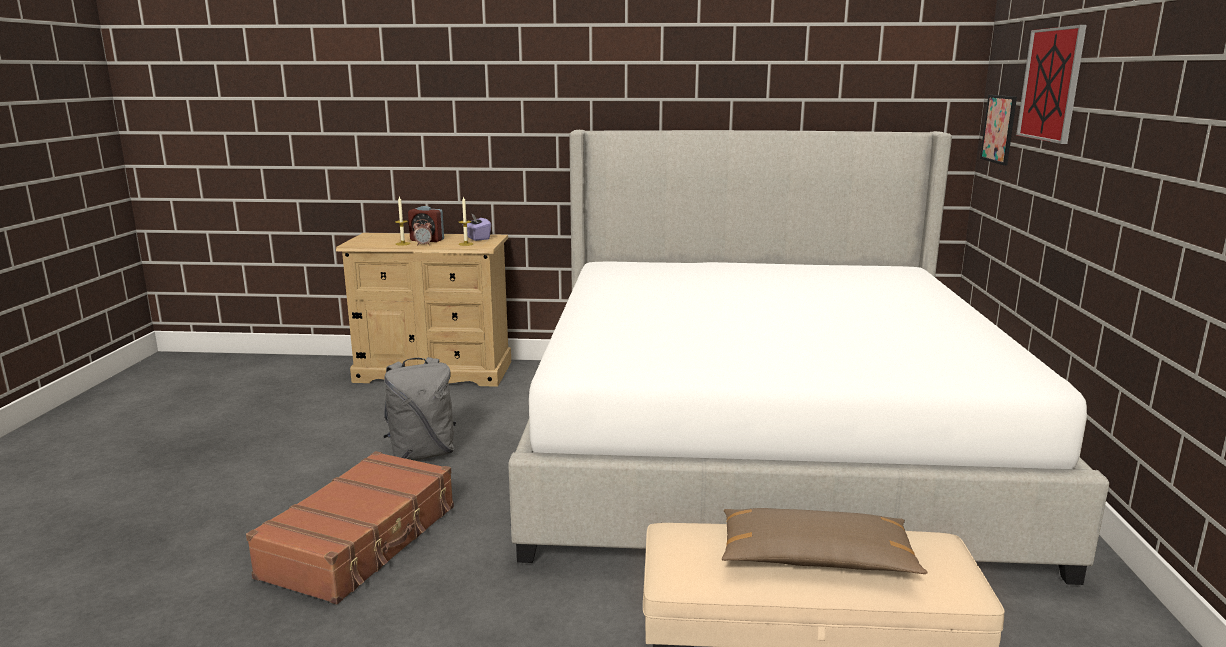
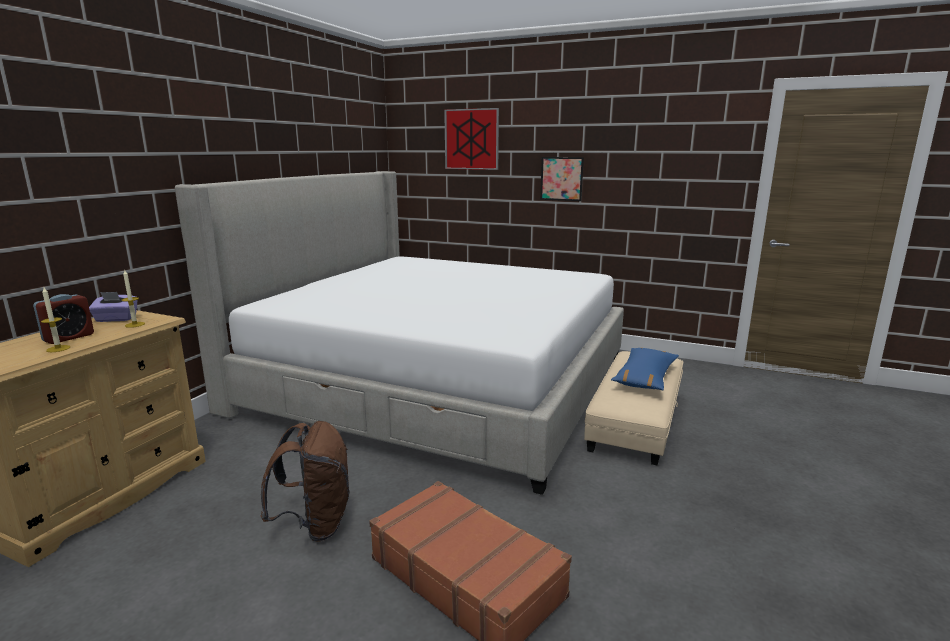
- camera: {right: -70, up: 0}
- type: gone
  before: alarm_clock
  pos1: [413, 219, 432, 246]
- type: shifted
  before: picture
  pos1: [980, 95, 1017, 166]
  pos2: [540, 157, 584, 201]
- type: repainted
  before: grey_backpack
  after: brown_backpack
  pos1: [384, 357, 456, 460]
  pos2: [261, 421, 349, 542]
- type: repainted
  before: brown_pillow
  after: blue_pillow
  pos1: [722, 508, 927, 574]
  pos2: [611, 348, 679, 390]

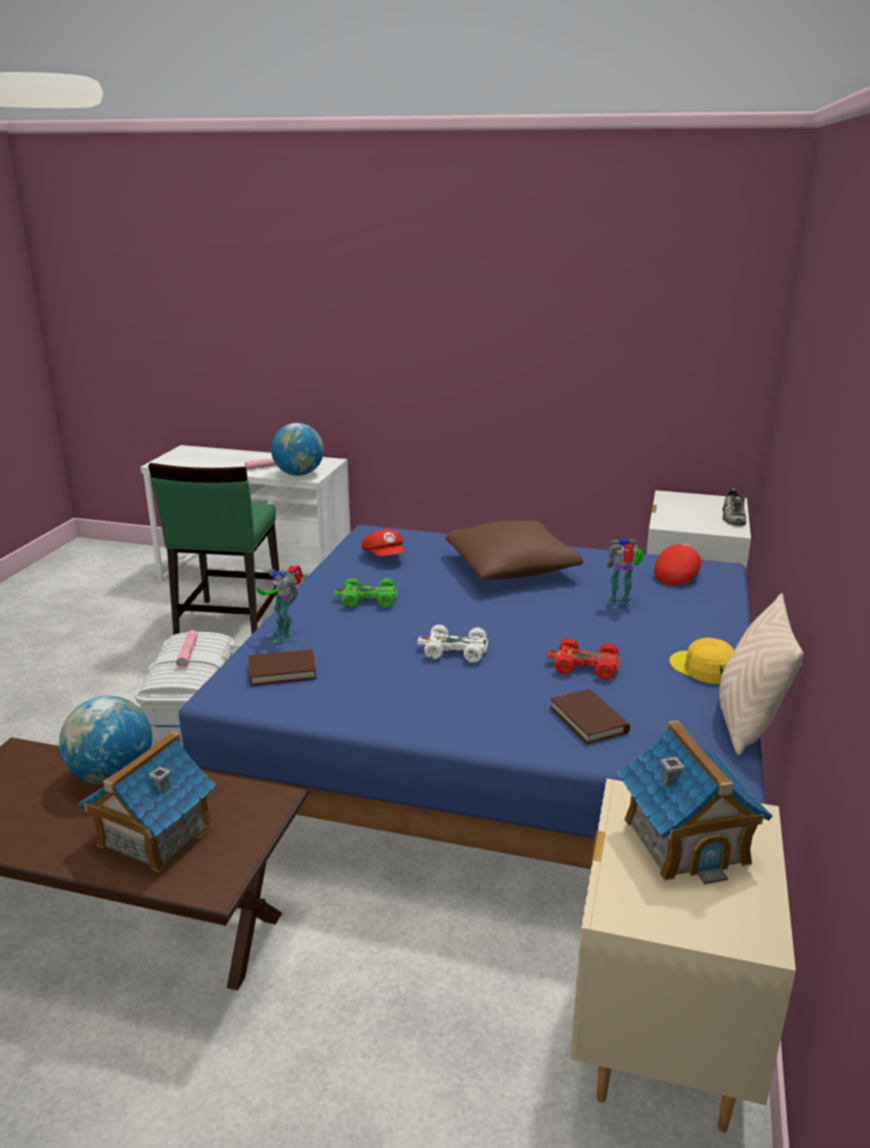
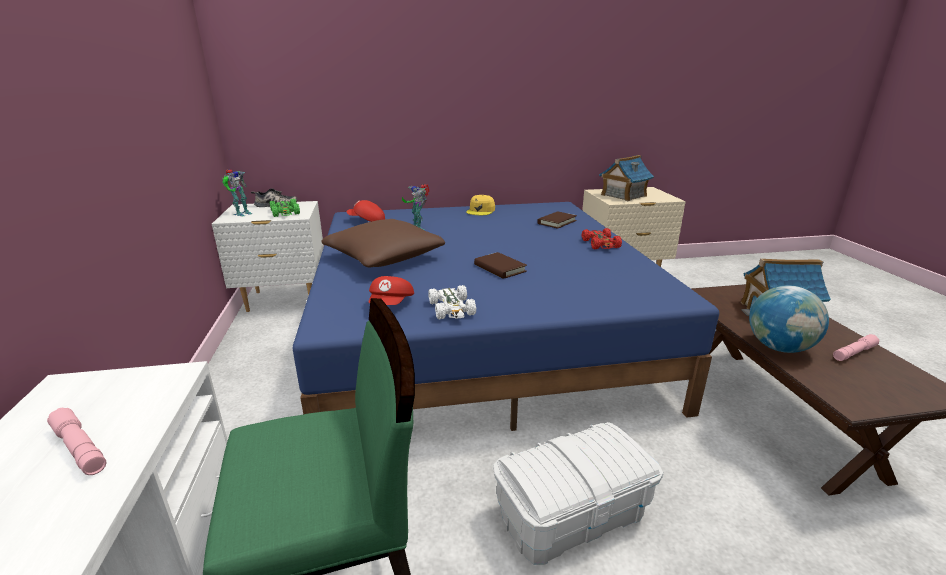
- camera: {right: -115, up: 0}
- type: gone
  before: globe
  pos1: [271, 423, 324, 476]
- type: gone
  before: beige_pillow
  pos1: [719, 593, 804, 755]
- type: shifted
  before: pink_flashlight
  pos1: [176, 630, 198, 668]
  pos2: [833, 334, 880, 361]
- type: shifted
  before: brown_book
  pos1: [248, 649, 317, 686]
  pos2: [474, 252, 527, 279]
- type: shifted
  before: toy_robot
  pos1: [257, 566, 303, 643]
  pos2: [222, 169, 252, 216]
- type: shifted
  before: green_toy_car
  pos1: [334, 578, 397, 608]
  pos2: [270, 199, 300, 217]
- type: shifted
  before: white_toy_car
  pos1: [418, 625, 488, 663]
  pos2: [428, 285, 476, 319]
- type: shifted
  before: red_toy_car
  pos1: [547, 638, 620, 680]
  pos2: [582, 228, 622, 249]
- type: rotated
  before: red_cap
  pos1: [361, 529, 405, 556]
  pos2: [368, 276, 414, 305]
  turn: 150

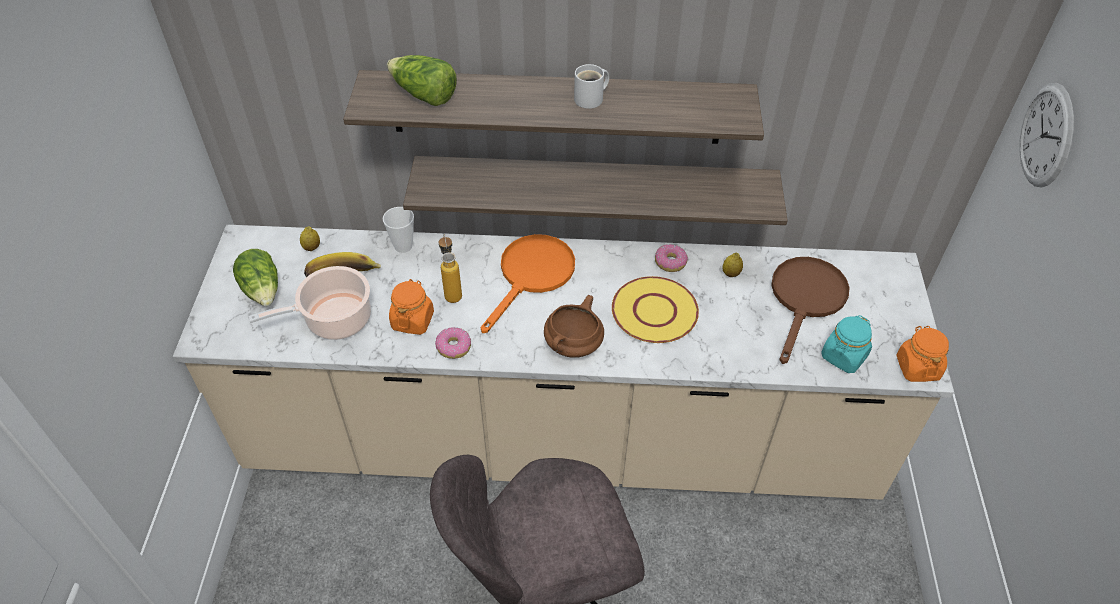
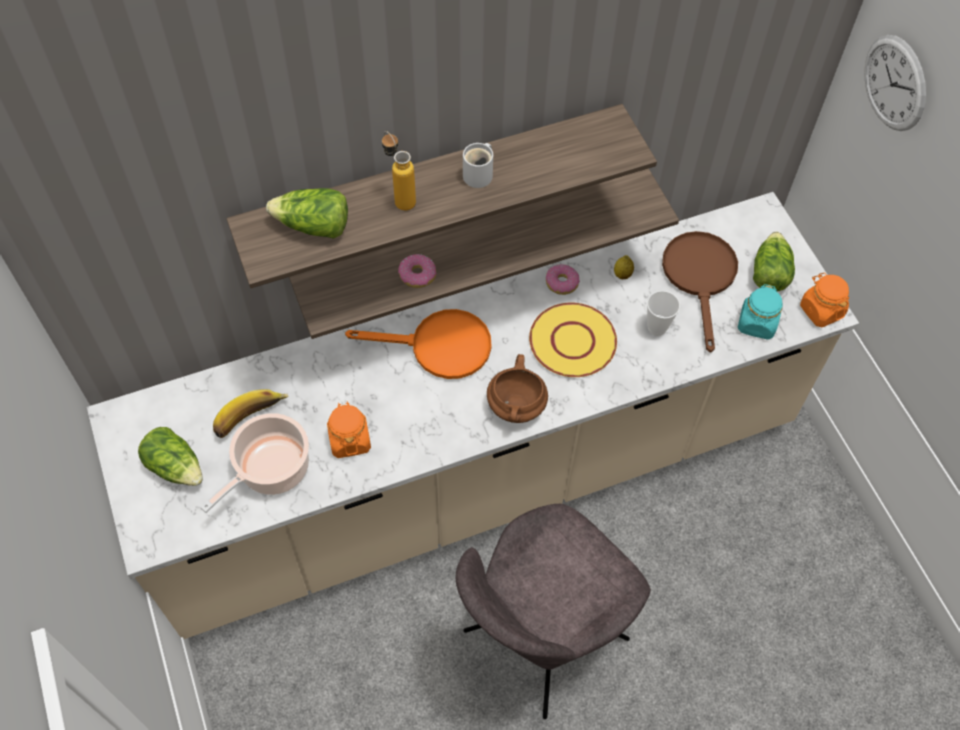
- camera: {right: -25, up: 10}
- type: gone
  before: lemon
  pos1: [300, 226, 320, 251]
- type: new
  after: lettuce
  pos2: [753, 232, 795, 292]
- type: shifted
  before: cup
  pos1: [383, 207, 414, 253]
  pos2: [647, 291, 680, 336]
- type: shifted
  before: donut
  pos1: [435, 327, 471, 359]
  pos2: [398, 254, 437, 288]
- type: shifted
  before: bottle
  pos1: [439, 234, 462, 303]
  pos2: [382, 131, 416, 211]
- type: rotated
  before: orange_frying_pan
  pos1: [481, 234, 575, 333]
  pos2: [345, 309, 491, 379]
  turn: 90

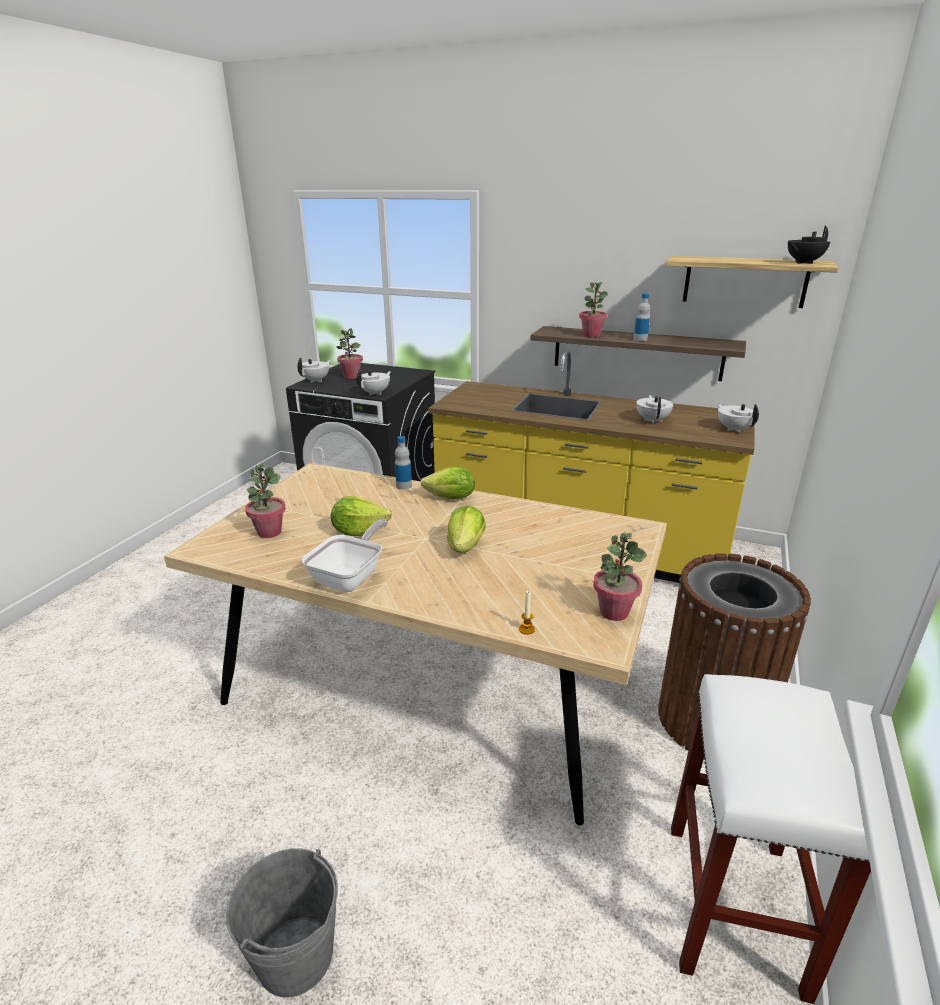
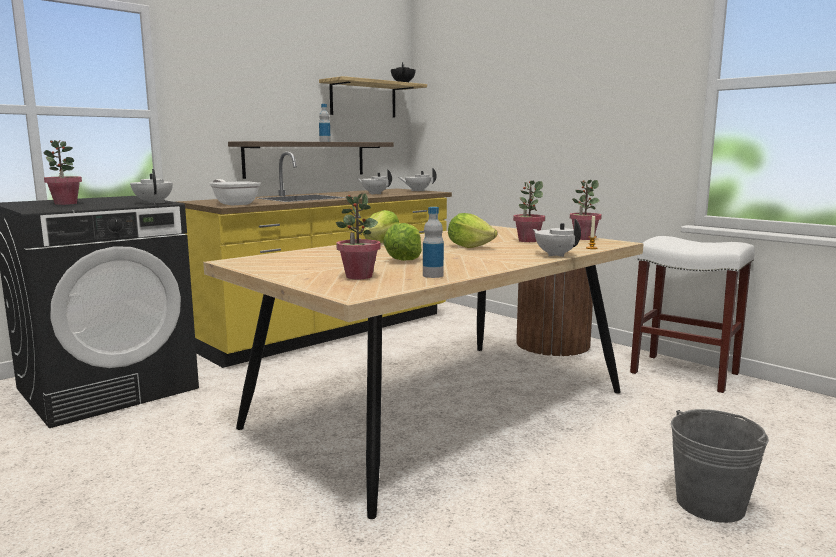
- camera: {right: -65, up: -15}
- type: shifted
  before: white_teapot
  pos1: [297, 358, 331, 383]
  pos2: [533, 219, 581, 257]
- type: shifted
  before: frying_pan
  pos1: [302, 519, 388, 592]
  pos2: [209, 179, 261, 206]
- type: shifted
  before: bottle
  pos1: [395, 436, 412, 490]
  pos2: [423, 207, 444, 278]
- type: shifted
  before: potted_plant
  pos1: [579, 282, 608, 337]
  pos2: [513, 181, 545, 242]

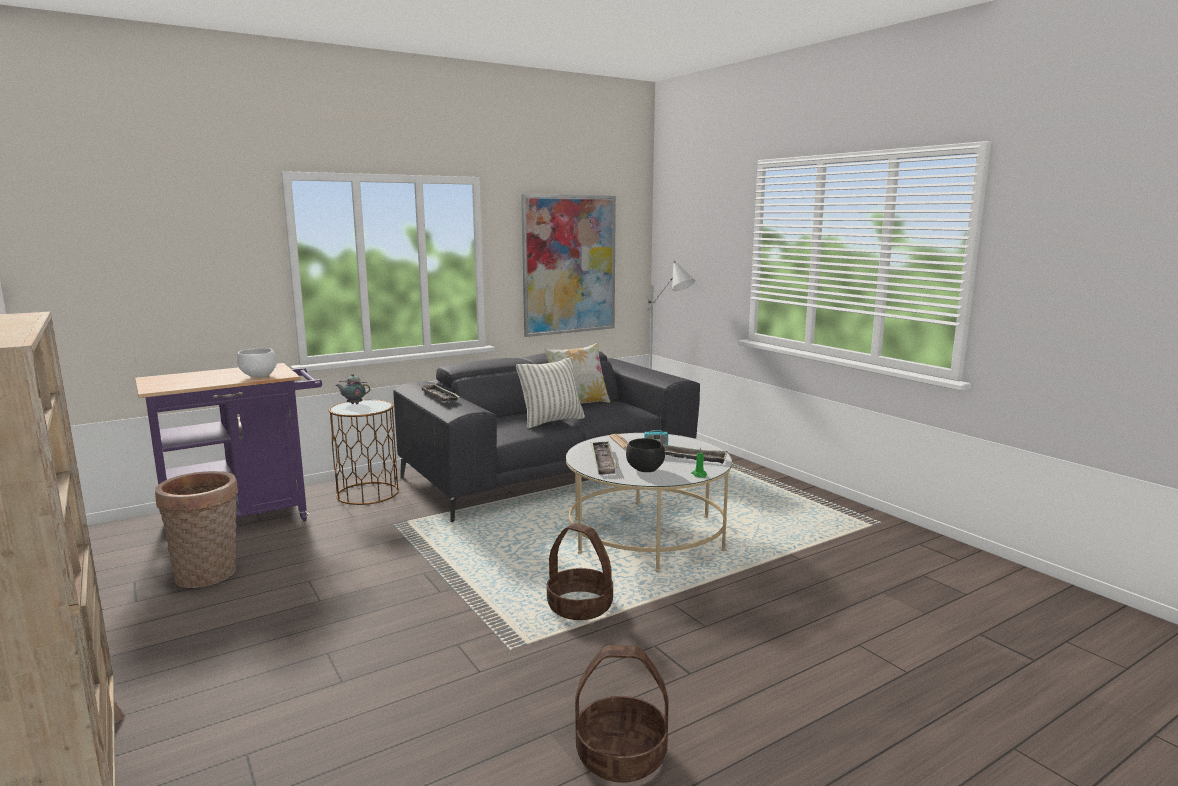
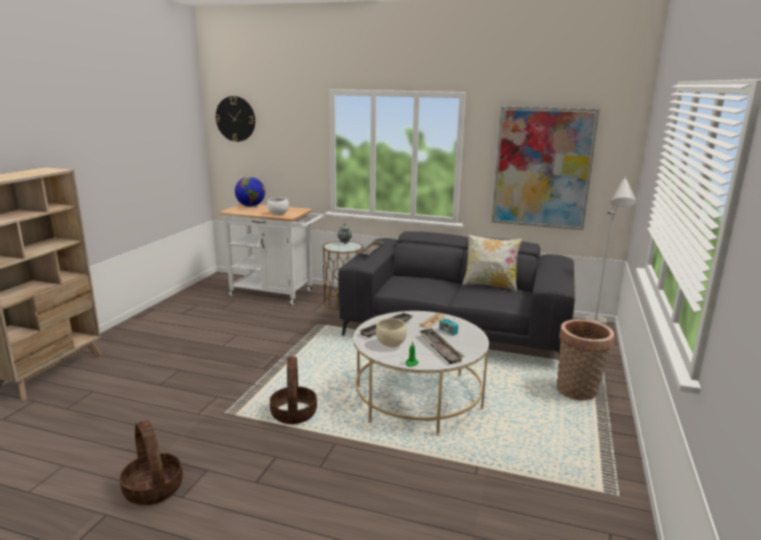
- camera: {right: 50, up: 5}
- type: gone
  before: pillow
  pos1: [516, 357, 585, 429]
- type: new
  after: wall_clock
  pos2: [215, 96, 255, 142]
- type: new
  after: globe
  pos2: [235, 177, 265, 207]
- type: shifted
  before: basket
  pos1: [155, 471, 238, 588]
  pos2: [556, 319, 615, 401]
- type: repainted
  before: purple_cart
  after: white_cart
  pos1: [135, 363, 322, 521]
  pos2: [218, 204, 324, 305]
- type: repainted
  before: black_bowl
  after: beige_bowl
  pos1: [626, 438, 665, 472]
  pos2: [376, 318, 407, 347]

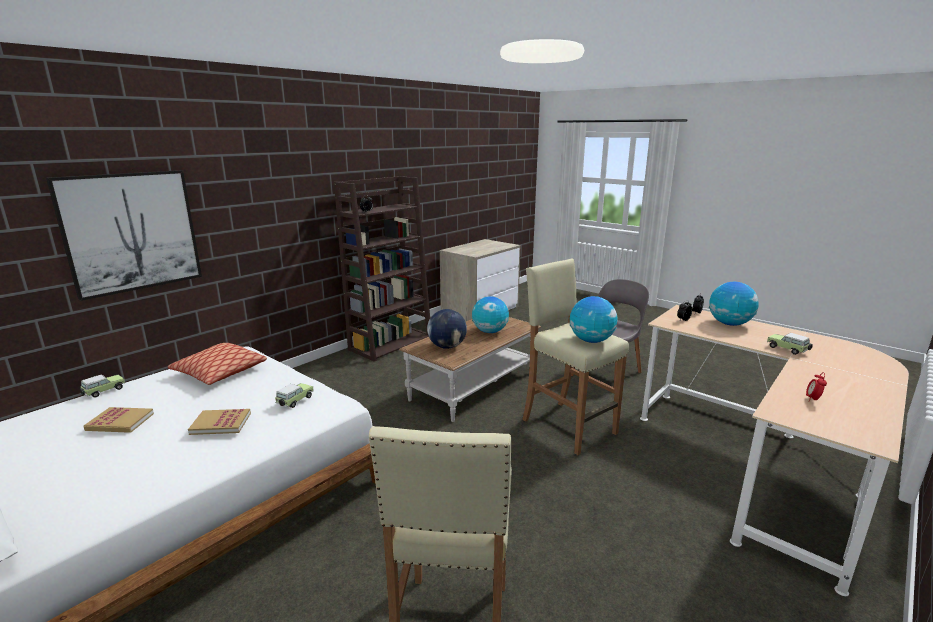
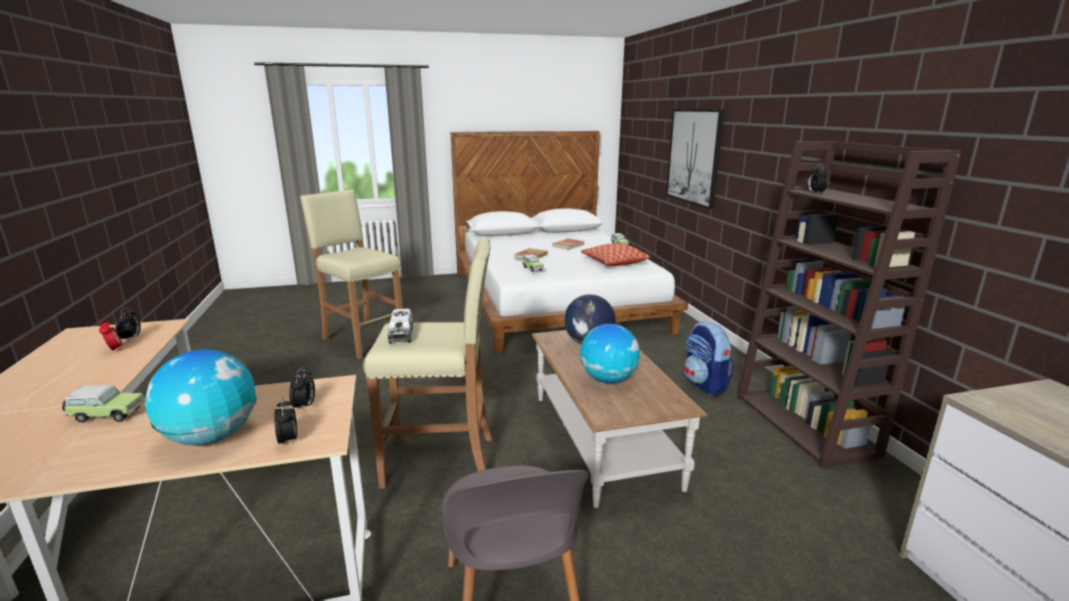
- camera: {right: 125, up: 0}
- type: new
  after: alarm_clock
  pos2: [116, 307, 141, 340]
- type: new
  after: backpack
  pos2: [684, 321, 734, 395]
- type: swapped
  before: globe
  after: toy_truck
  pos1: [570, 296, 617, 343]
  pos2: [388, 309, 413, 344]

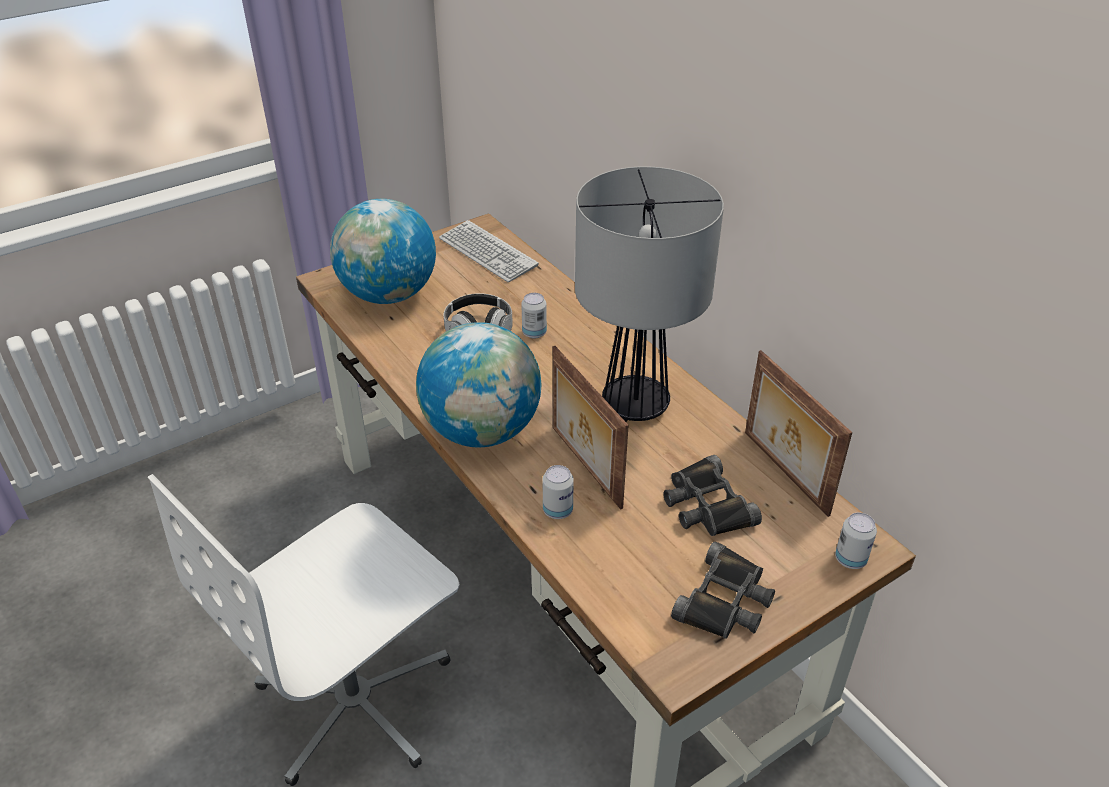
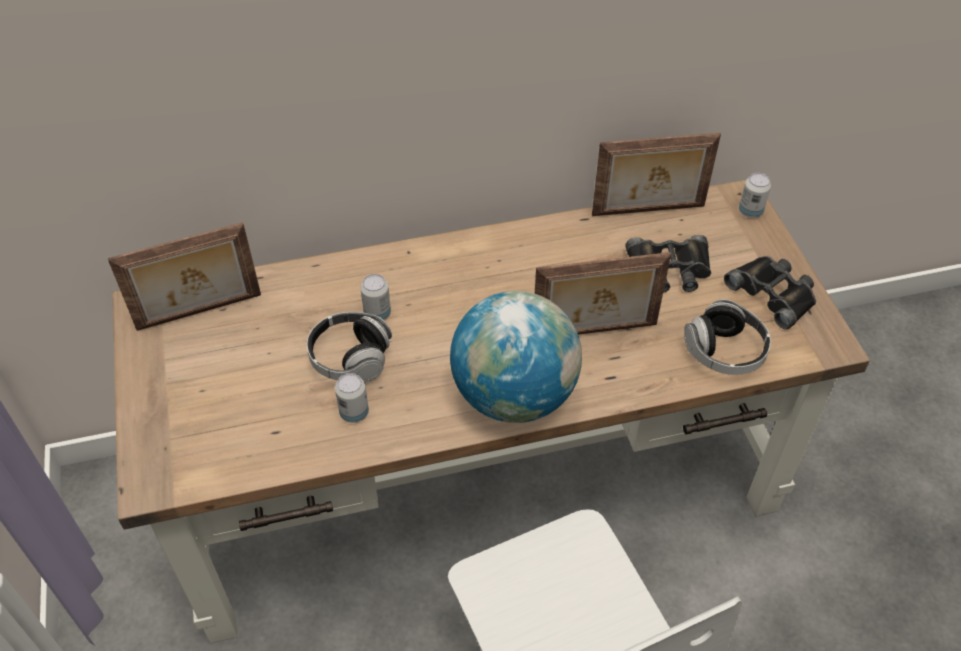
- camera: {right: -70, up: 10}
- type: gone
  before: globe
  pos1: [330, 199, 436, 304]
- type: gone
  before: table_lamp
  pos1: [575, 167, 724, 422]
- type: new
  after: headphones
  pos2: [684, 299, 771, 375]
- type: shifted
  before: can
  pos1: [543, 465, 574, 519]
  pos2: [335, 373, 369, 423]
- type: swapped
  before: keyboard
  after: picture_frame
  pos1: [439, 220, 539, 282]
  pos2: [108, 222, 261, 331]

